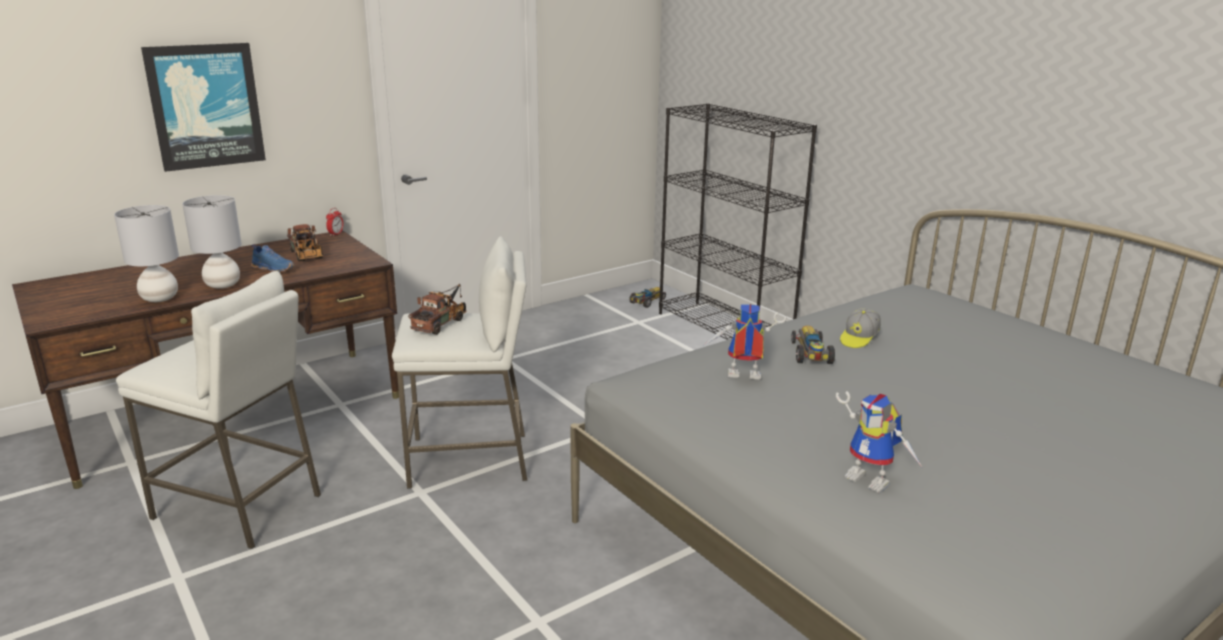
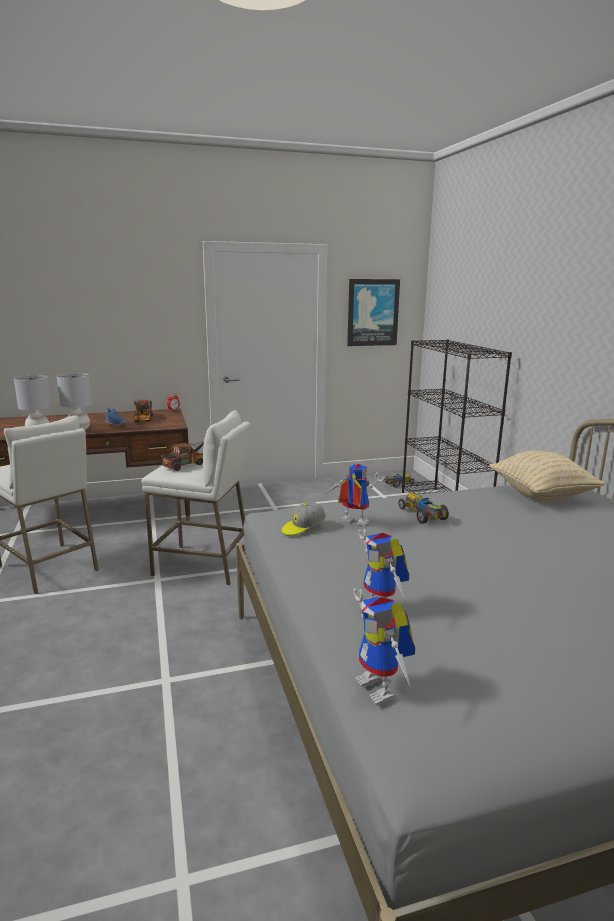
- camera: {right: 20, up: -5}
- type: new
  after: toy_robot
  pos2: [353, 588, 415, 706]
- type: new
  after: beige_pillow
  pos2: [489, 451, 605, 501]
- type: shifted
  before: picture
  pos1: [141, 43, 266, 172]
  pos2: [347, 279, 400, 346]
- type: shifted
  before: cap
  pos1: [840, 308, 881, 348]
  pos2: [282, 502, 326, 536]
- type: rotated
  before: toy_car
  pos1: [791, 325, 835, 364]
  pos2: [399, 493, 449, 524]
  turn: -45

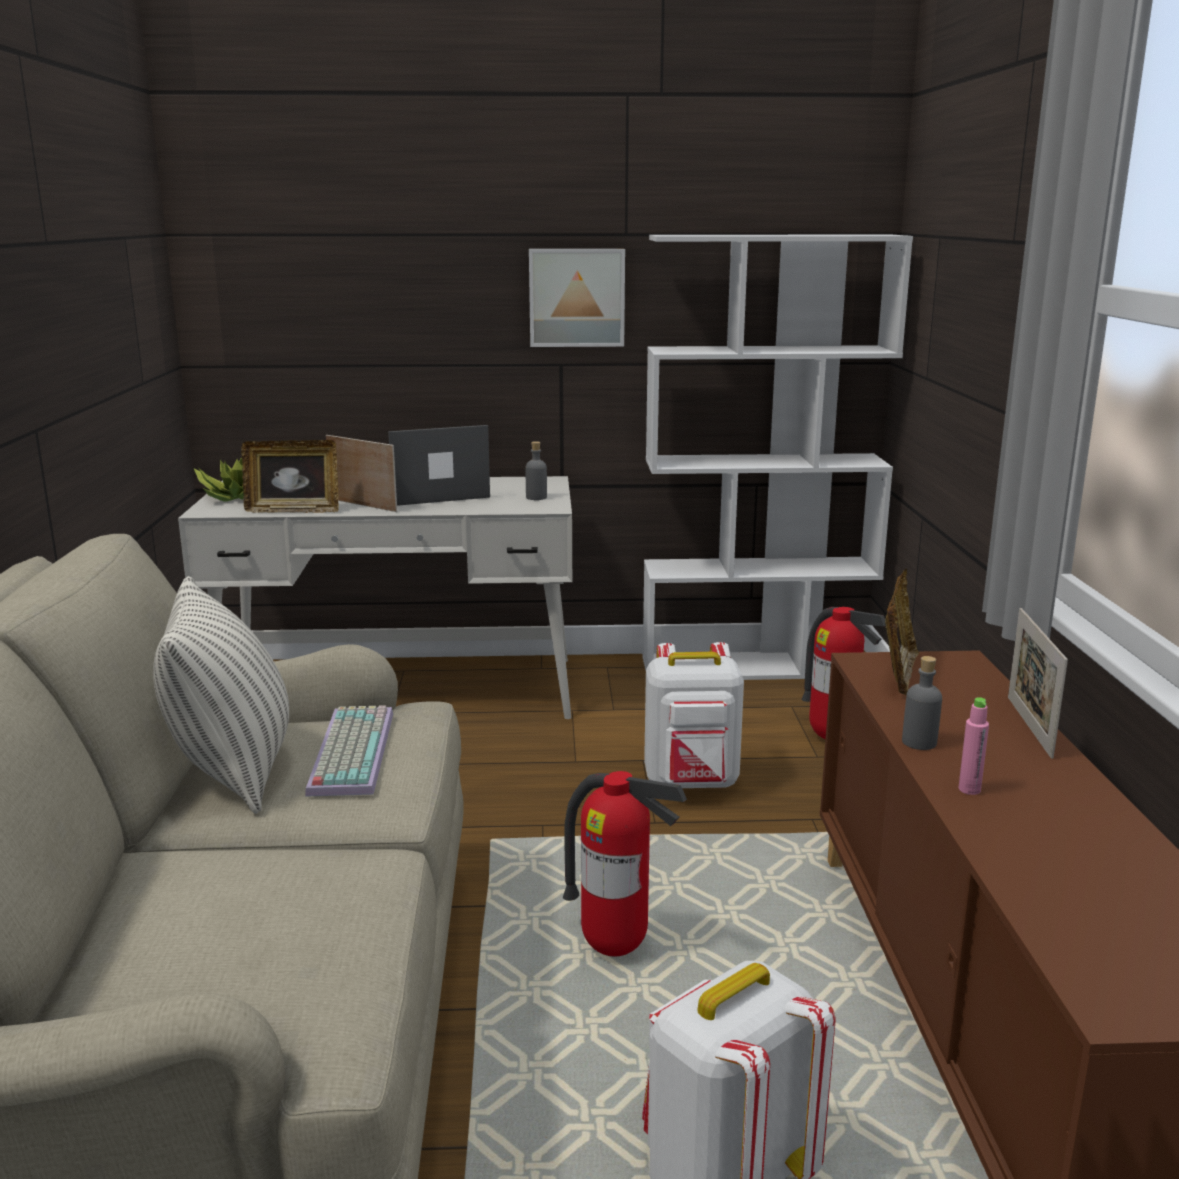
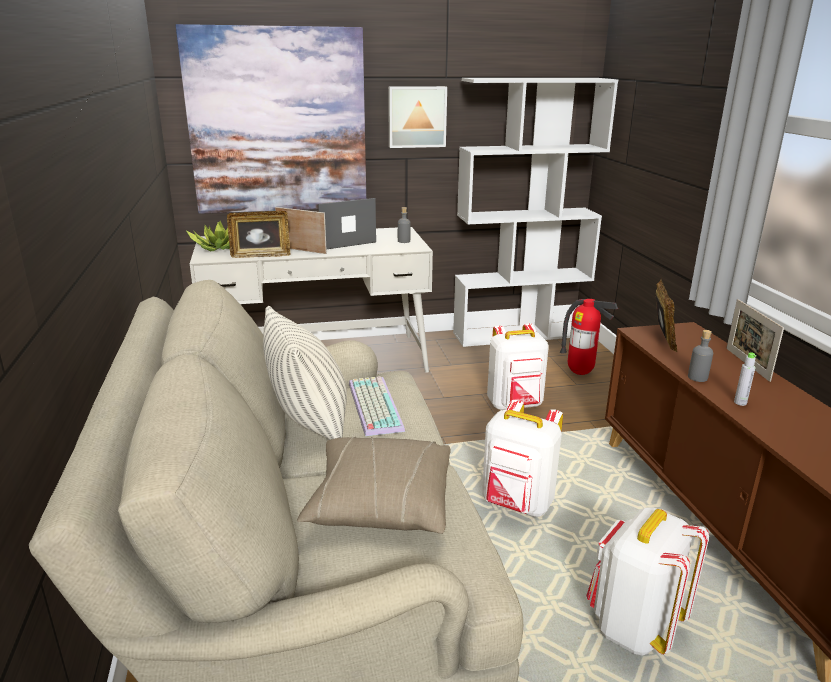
- camera: {right: -10, up: 5}
- type: new
  after: picture
  pos2: [176, 24, 366, 214]
- type: new
  after: beige_pillow
  pos2: [297, 437, 451, 534]
- type: swapped
  before: fire_extinguisher
  after: white_backpack
  pos1: [563, 771, 687, 956]
  pos2: [482, 400, 563, 517]
- type: repainted
  before: pink_bottle
  after: grey_bottle
  pos1: [959, 697, 989, 795]
  pos2: [734, 352, 756, 406]

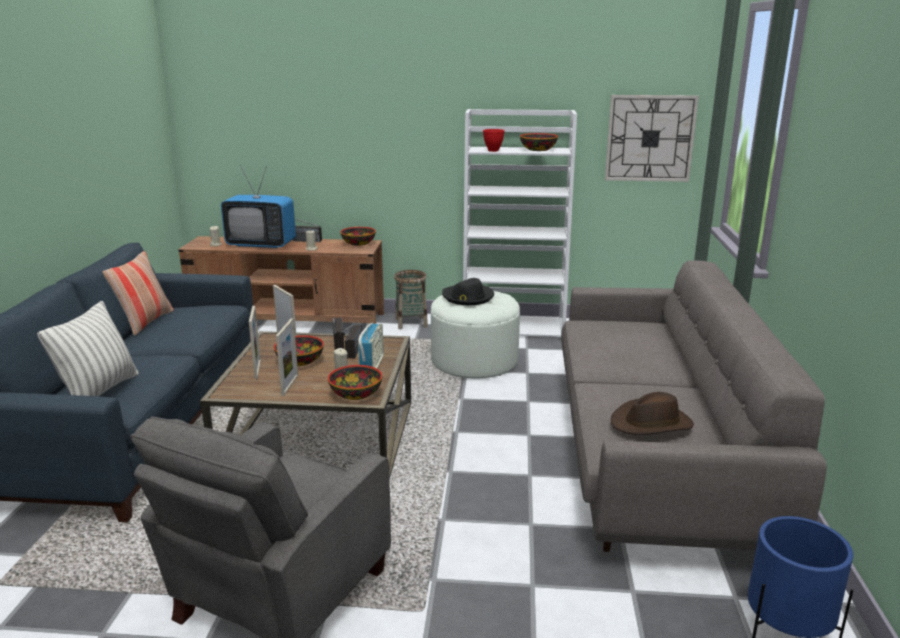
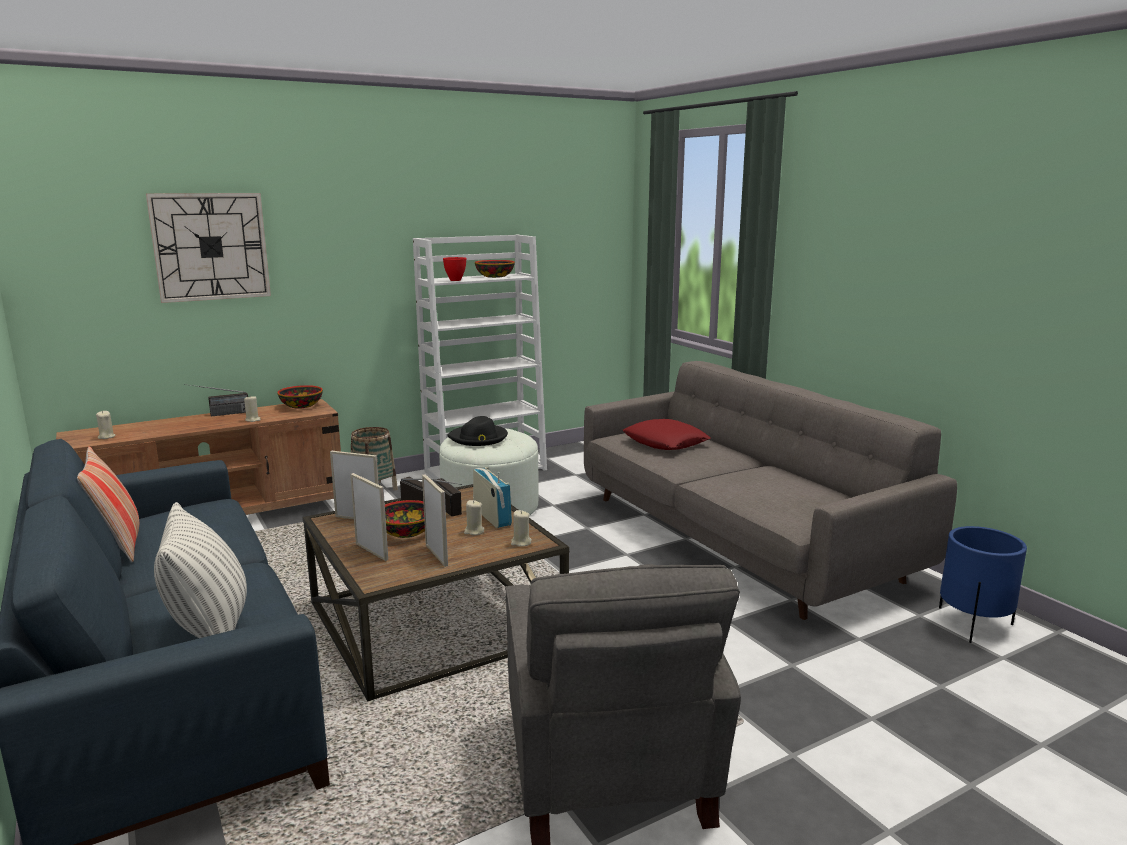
- camera: {right: -35, up: -5}
- type: gone
  before: television
  pos1: [221, 165, 296, 249]
- type: gone
  before: brown_hat
  pos1: [611, 392, 694, 435]
- type: new
  after: red_pillow
  pos2: [623, 419, 710, 450]
- type: shifted
  before: wall_clock
  pos1: [605, 95, 699, 182]
  pos2: [146, 193, 271, 303]
- type: swapped
  before: bowl
  after: beige_candle
  pos1: [328, 365, 382, 400]
  pos2: [511, 510, 532, 547]

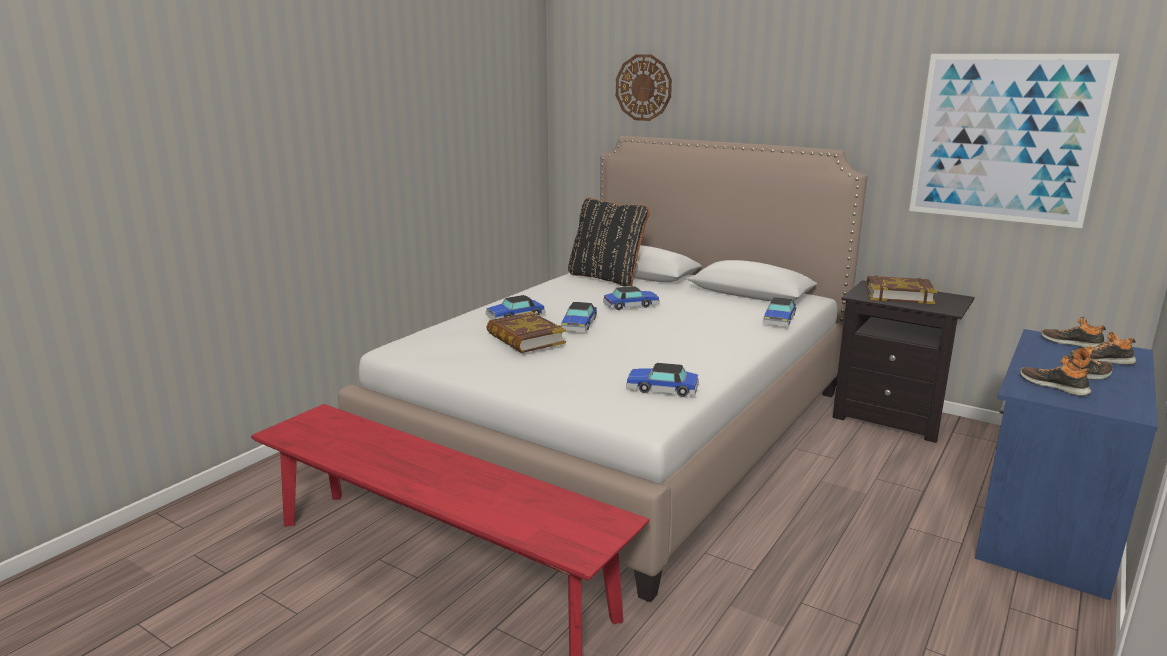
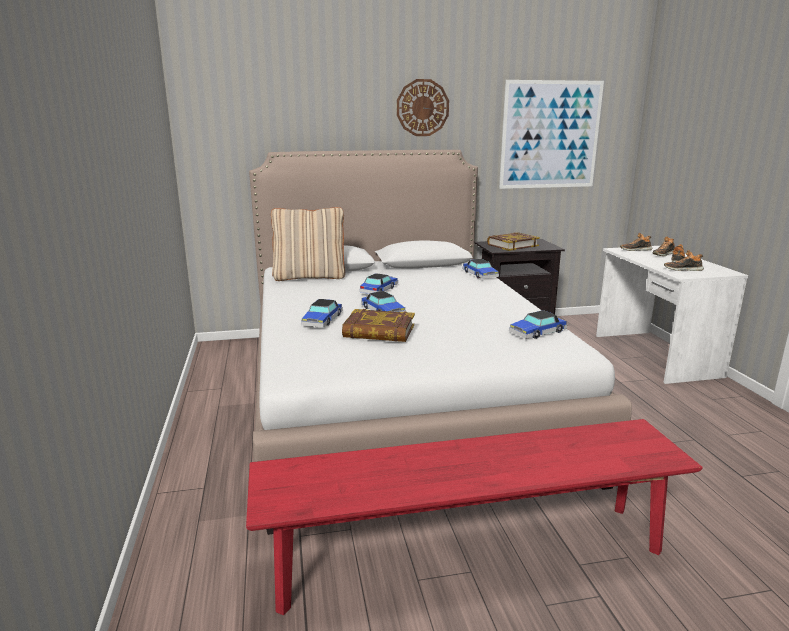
- camera: {right: -45, up: 0}
- type: shifted
  before: wall_clock
  pos1: [616, 54, 672, 121]
  pos2: [397, 79, 449, 136]
- type: repainted
  before: black_pillow
  after: beige_pillow
  pos1: [568, 197, 650, 287]
  pos2: [271, 207, 345, 281]
- type: repainted
  before: blue_desk
  after: white_desk
  pos1: [975, 329, 1158, 600]
  pos2: [596, 246, 748, 384]

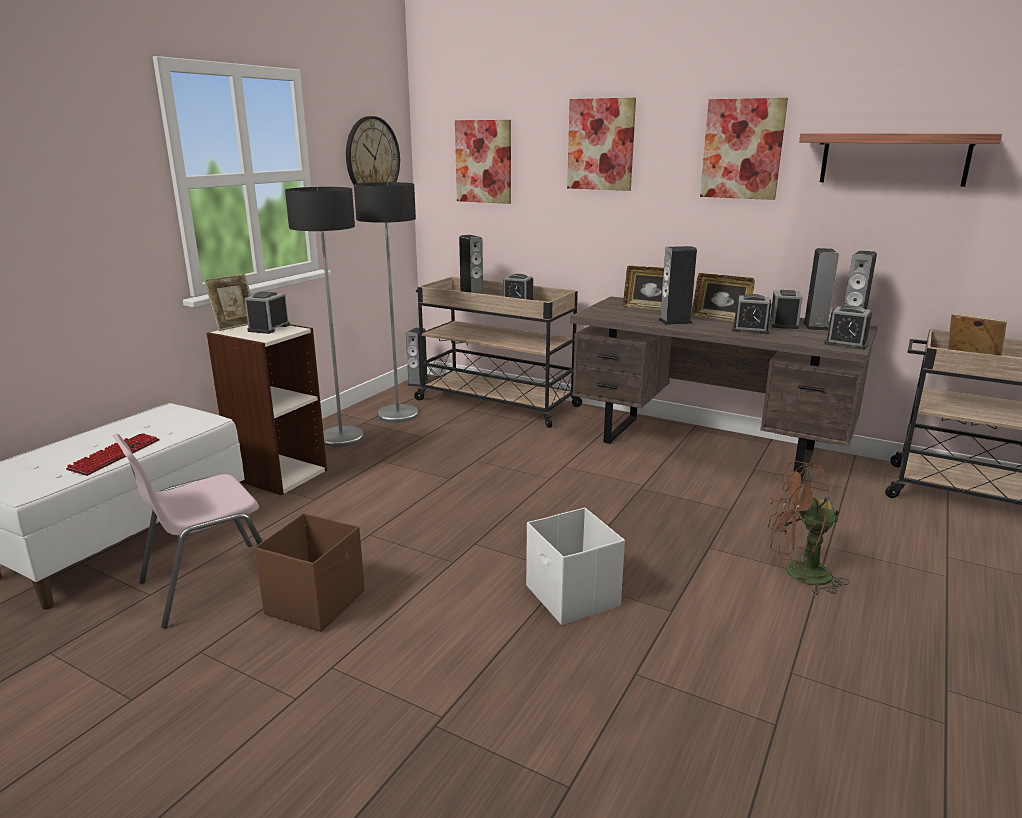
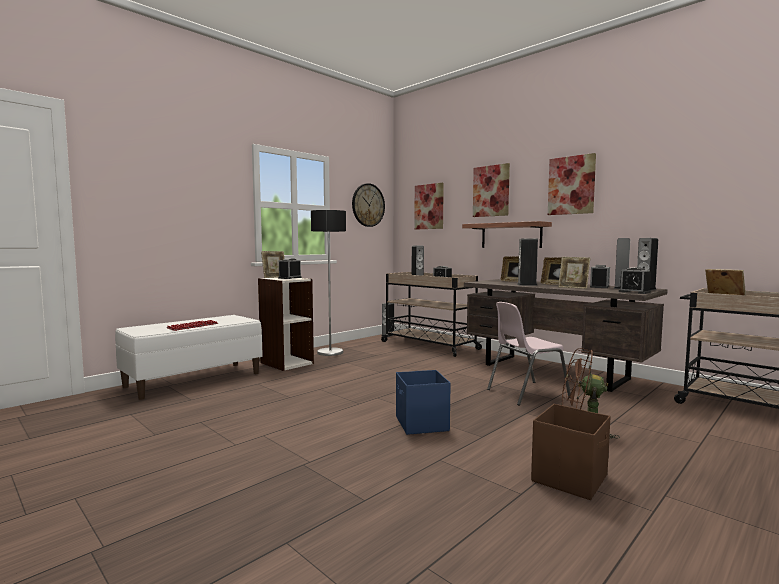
- camera: {right: 15, up: -15}
- type: gone
  before: floor_lamp
  pos1: [354, 182, 419, 422]
- type: shifted
  before: pink_chair
  pos1: [113, 433, 263, 628]
  pos2: [487, 302, 571, 405]
- type: shifted
  before: brown_storage_box
  pos1: [254, 513, 365, 632]
  pos2: [531, 404, 611, 500]
- type: shifted
  before: shelf
  pos1: [799, 133, 1002, 187]
  pos2: [462, 221, 552, 248]
- type: swapped
  before: alarm_clock
  after: picture_frame
  pos1: [732, 294, 771, 334]
  pos2: [558, 257, 590, 289]
- type: repainted
  before: white_storage_box
  after: blue_storage_box
  pos1: [526, 507, 625, 625]
  pos2: [396, 370, 451, 435]

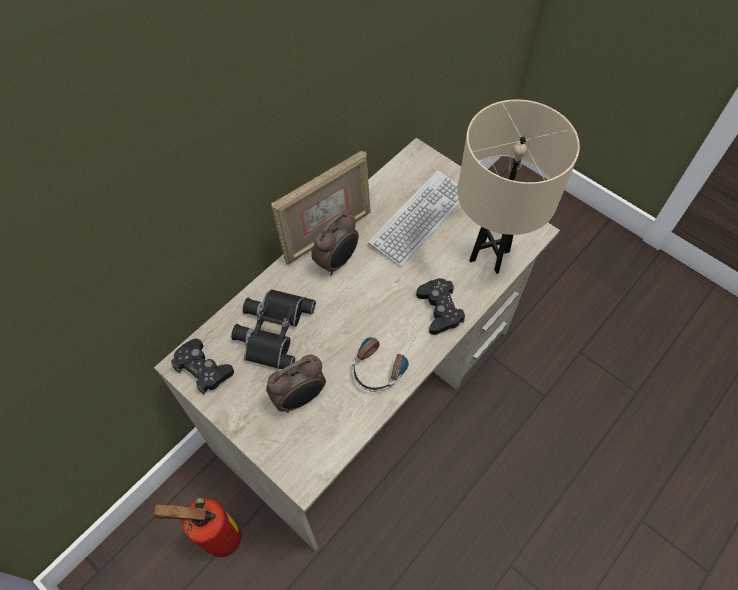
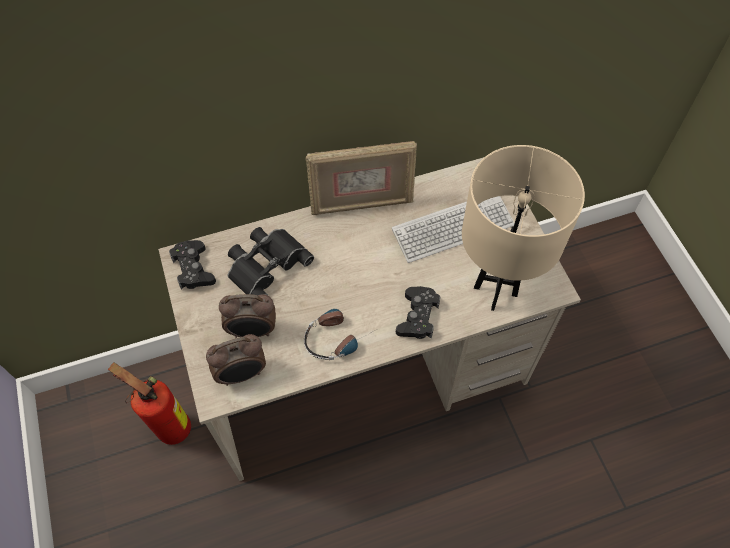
- camera: {right: 30, up: 0}
- type: shifted
  before: alarm_clock
  pos1: [311, 211, 359, 275]
  pos2: [206, 334, 266, 386]

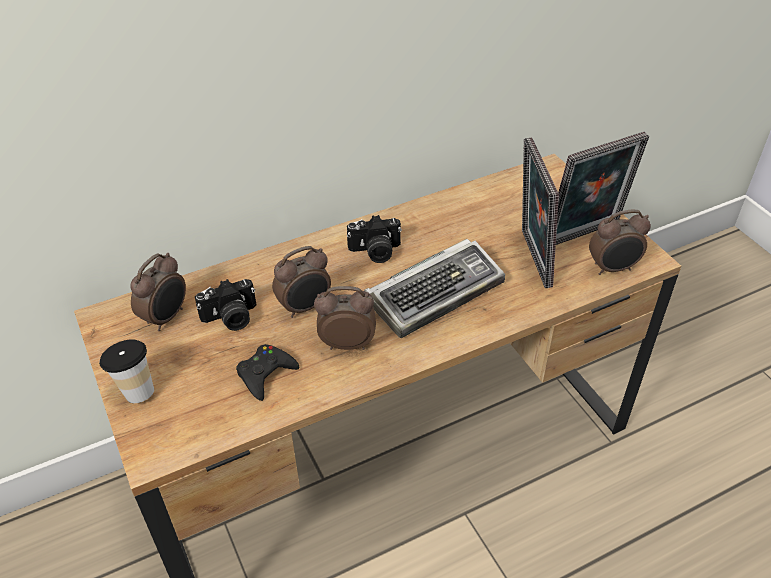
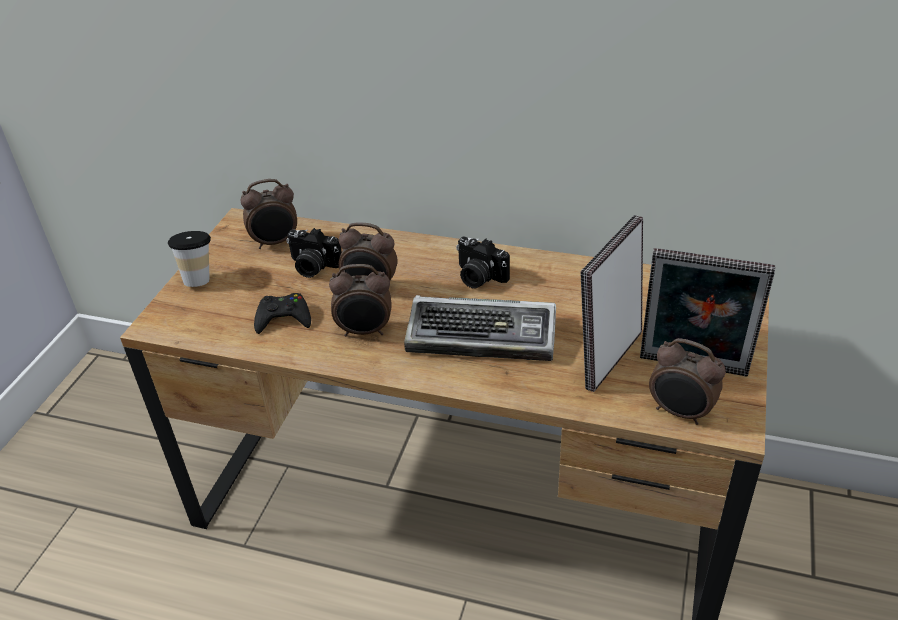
- camera: {right: 45, up: -5}
- type: rotated
  before: alarm_clock
  pos1: [314, 286, 376, 350]
  pos2: [329, 264, 392, 337]
  turn: 135

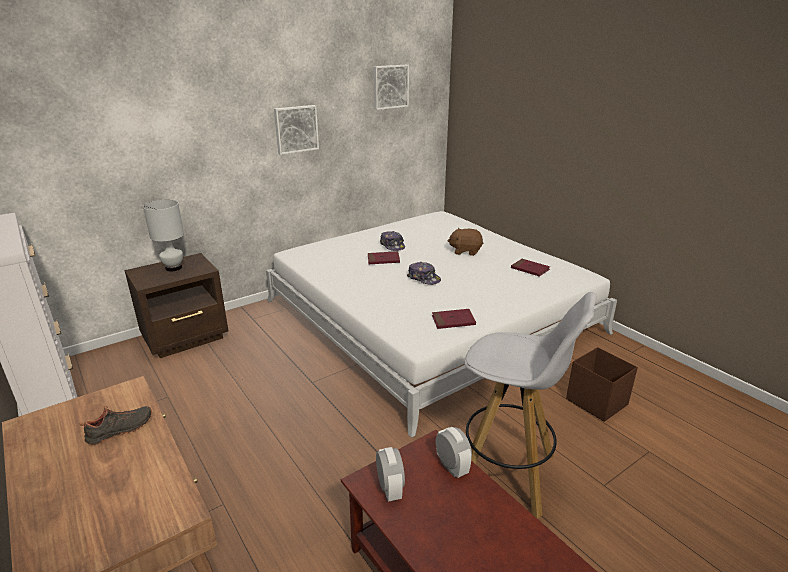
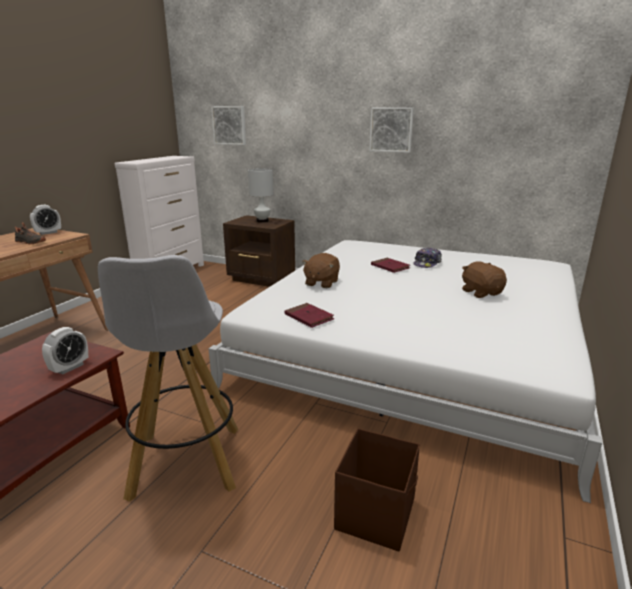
- camera: {right: 60, up: -5}
- type: gone
  before: cap
  pos1: [407, 262, 441, 285]
- type: gone
  before: red_book
  pos1: [511, 259, 550, 276]
- type: new
  after: brown_plush_toy
  pos2: [302, 253, 340, 288]
- type: shifted
  before: picture
  pos1: [373, 65, 409, 110]
  pos2: [211, 106, 246, 145]
- type: shifted
  before: alarm_clock
  pos1: [376, 447, 405, 502]
  pos2: [30, 205, 61, 235]

